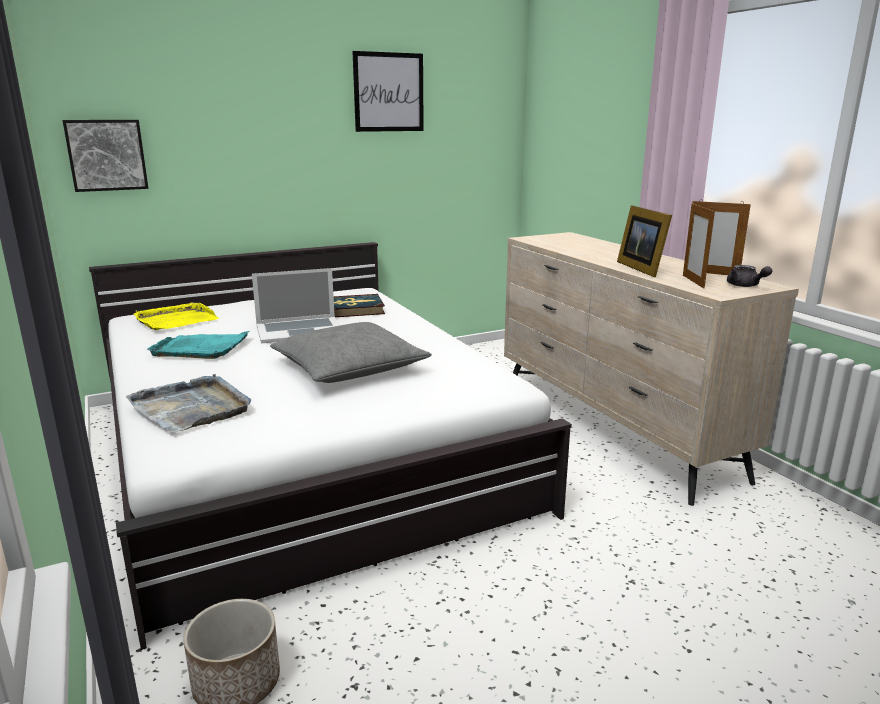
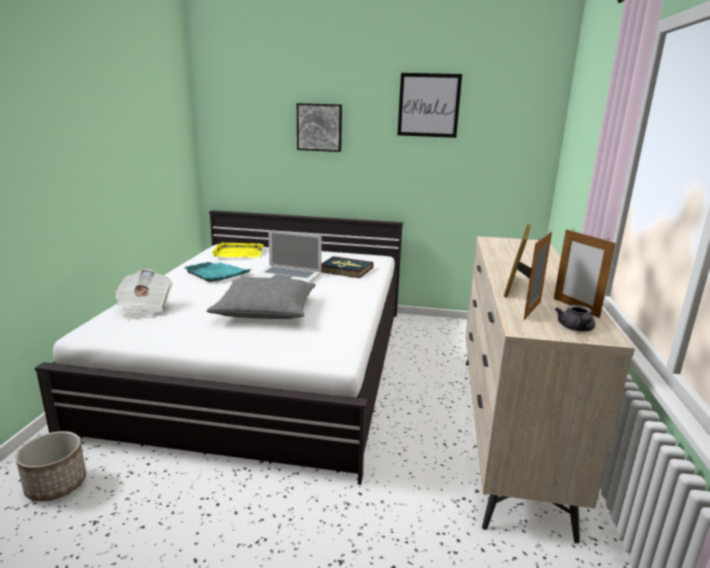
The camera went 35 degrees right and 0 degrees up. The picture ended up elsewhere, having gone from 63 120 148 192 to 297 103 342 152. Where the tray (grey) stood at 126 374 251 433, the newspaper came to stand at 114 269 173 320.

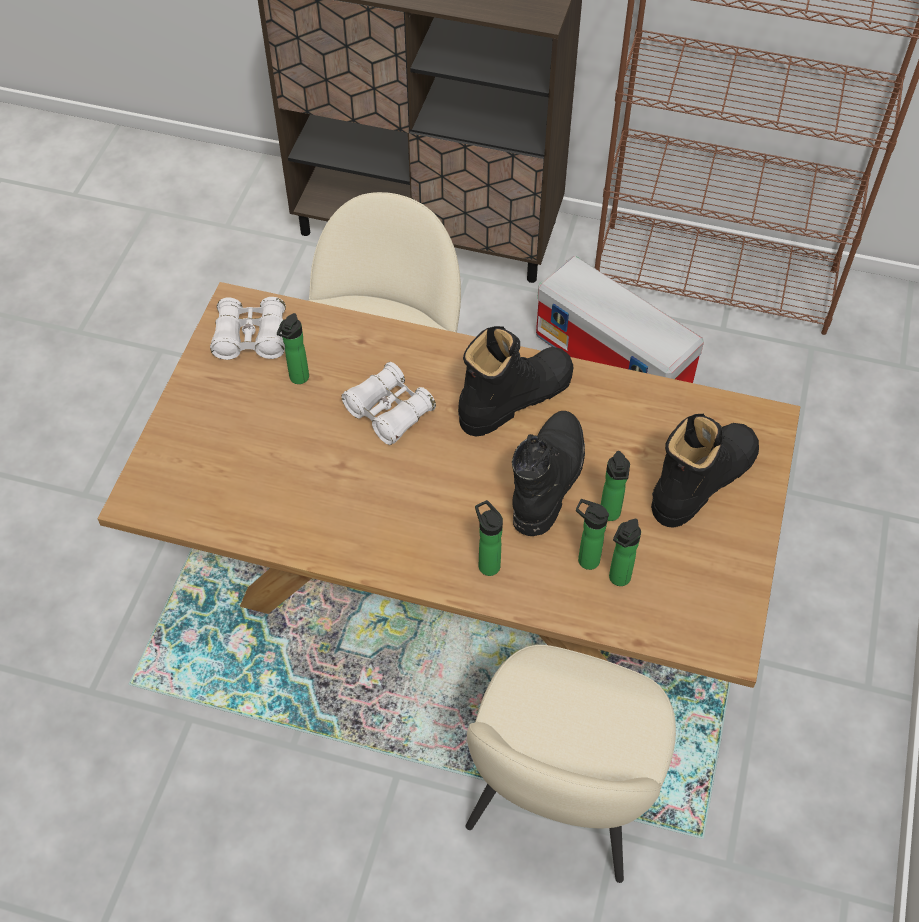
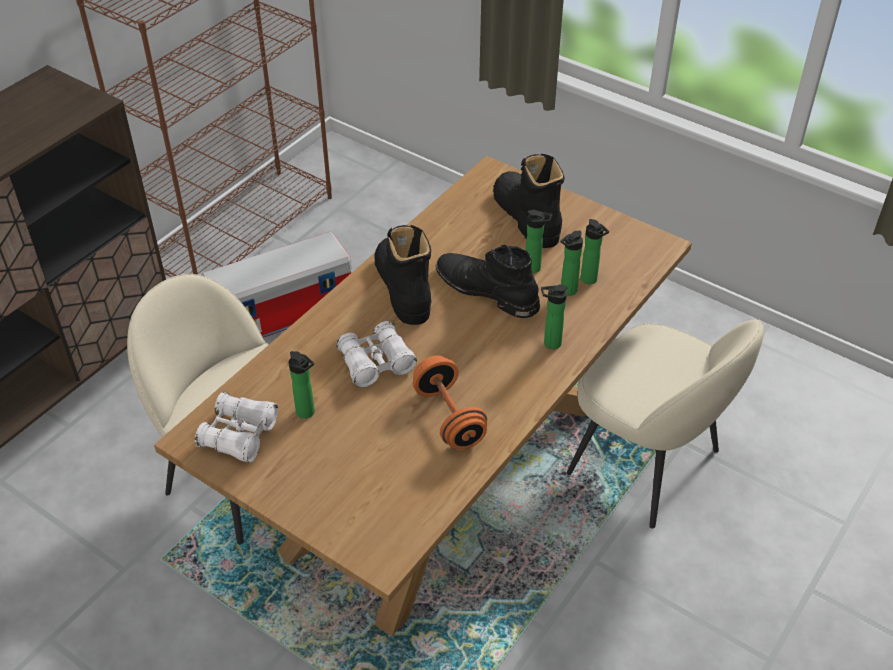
The camera went 70 degrees left and 10 degrees down. The second view gained the dumbbell (orange) at 413 355 487 449.

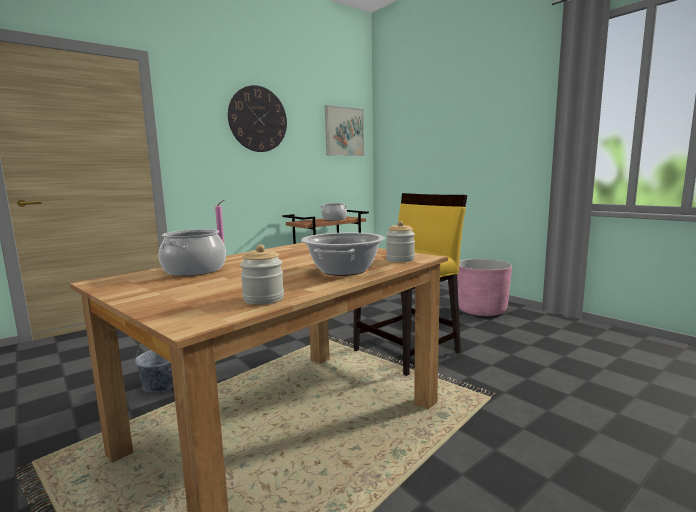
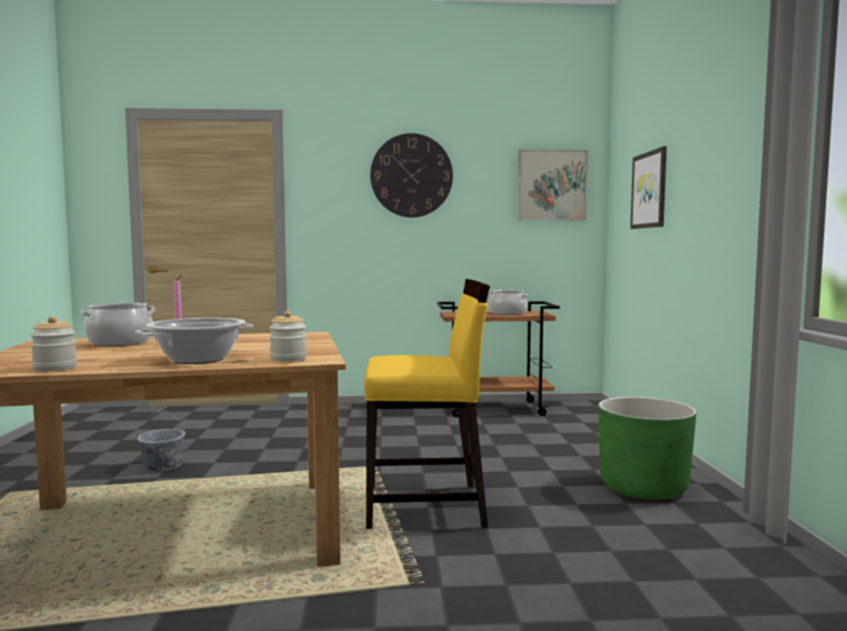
The camera went 35 degrees right and 5 degrees down. What was the planter (pink) at 457 259 512 316 turned into the planter (green) at 599 397 697 500. The second view gained the picture at 630 146 667 229.

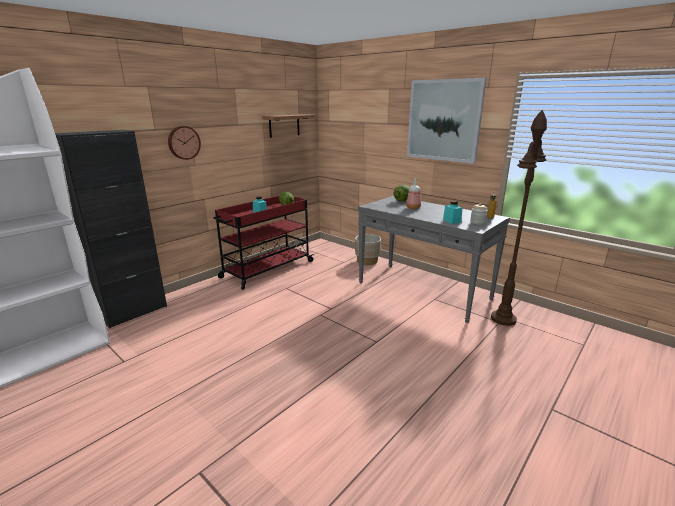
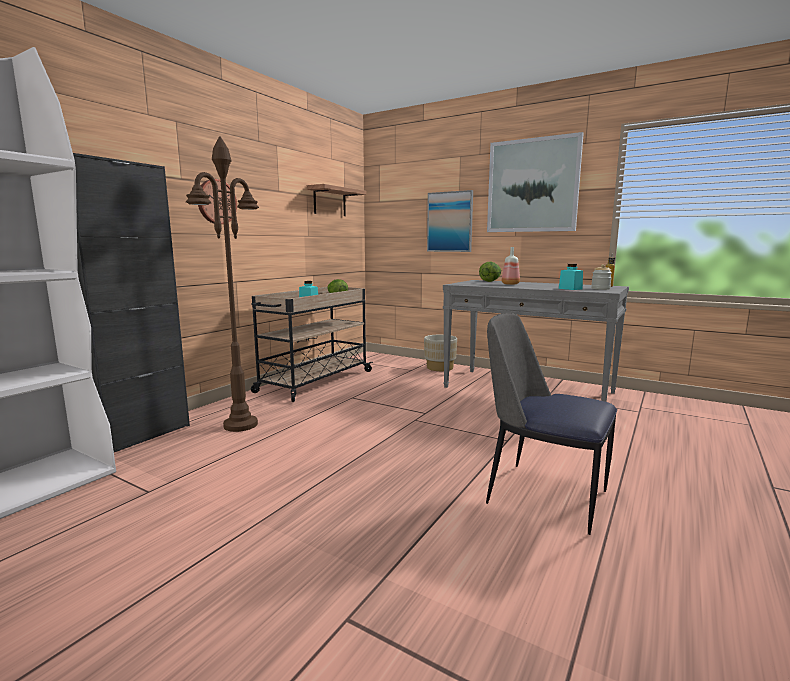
The camera went 10 degrees left and 10 degrees down. The floor lamp (brown) ended up elsewhere, having gone from 491 110 547 326 to 186 136 259 432. What was the cart (red) at 213 195 314 290 turned into the cart (beige) at 251 287 373 402. The second view gained the picture at 427 190 473 252. The second view gained the chair at 486 313 617 535.

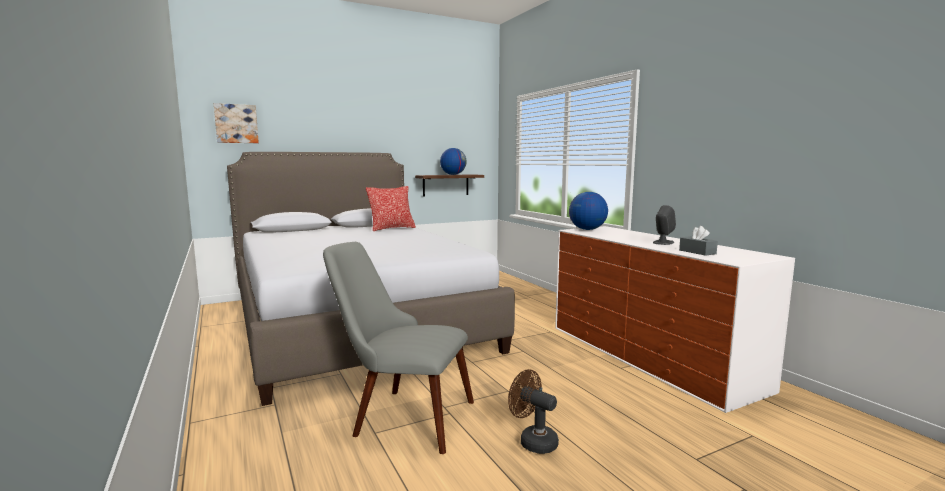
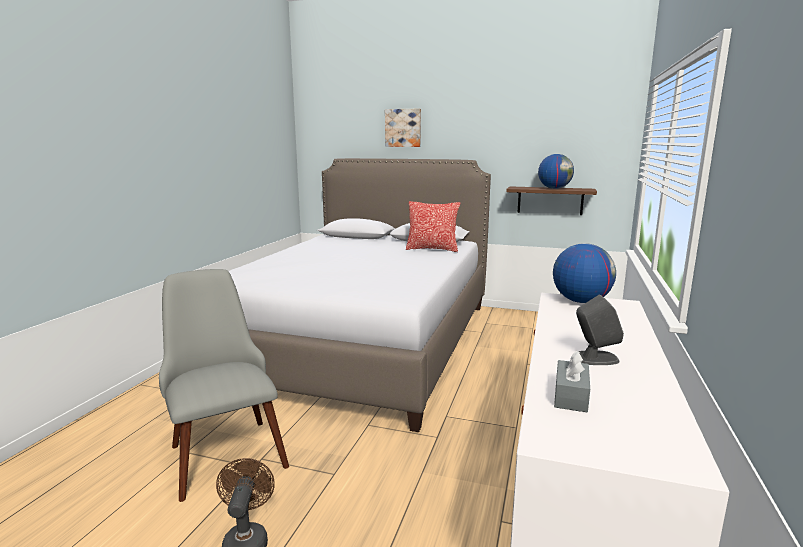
The camera went 45 degrees right and 5 degrees up. The picture ended up elsewhere, having gone from 214 103 259 143 to 385 109 421 147.

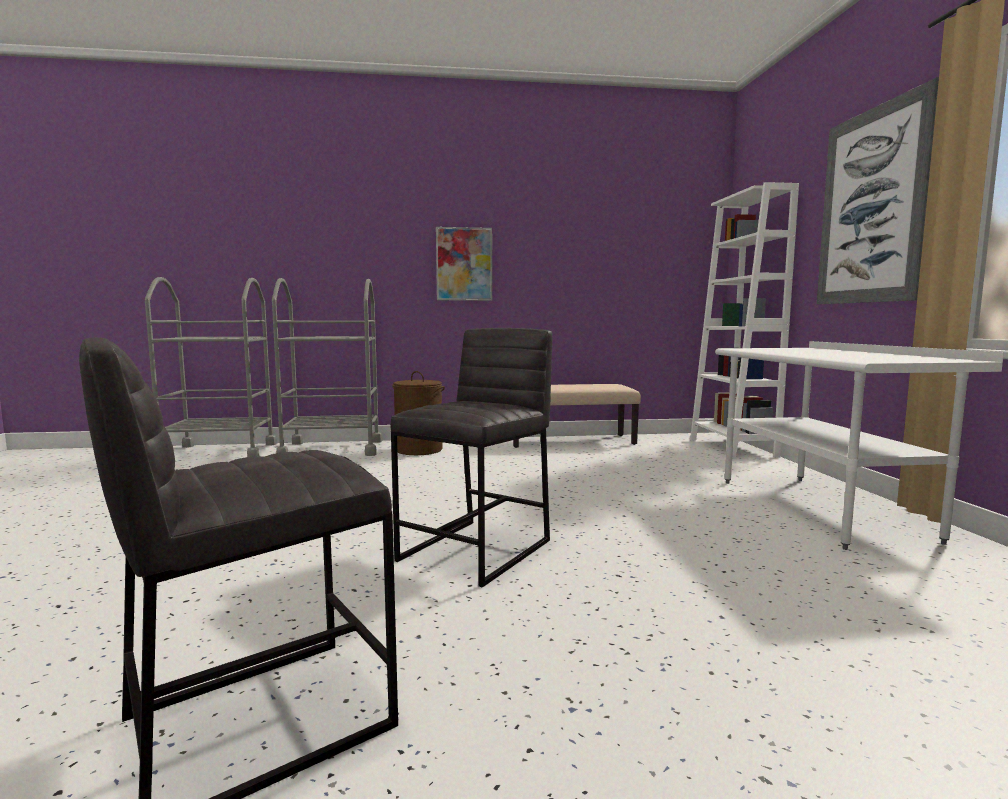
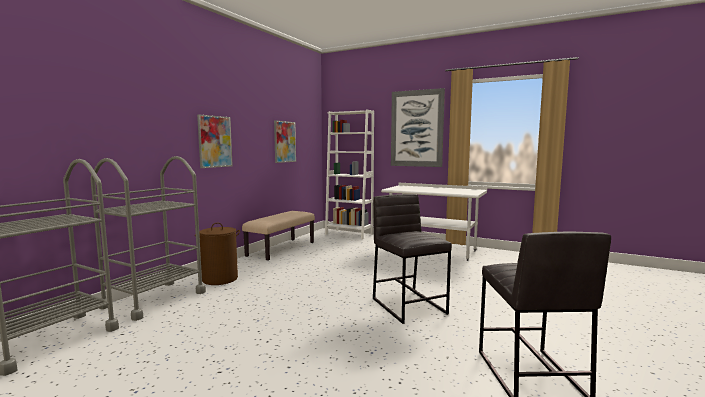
The camera went 55 degrees left and 0 degrees up. The second view gained the picture at 274 120 296 163.

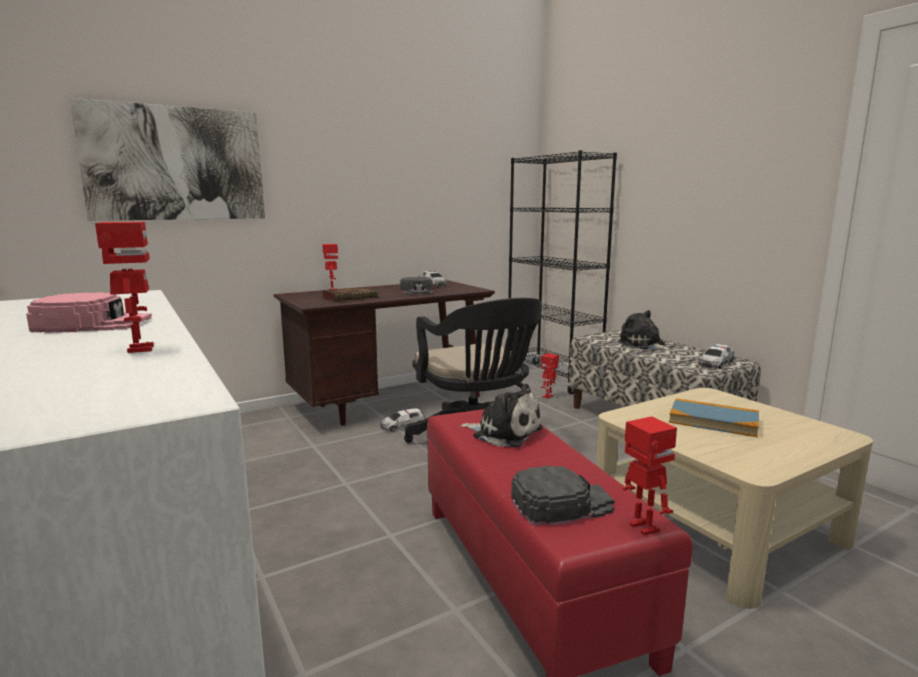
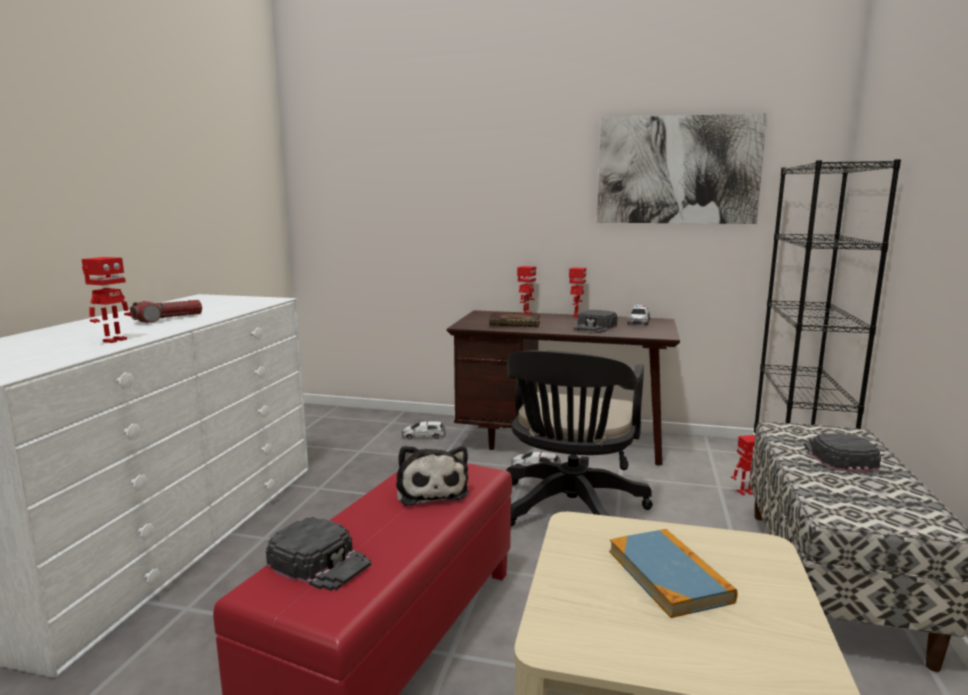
The camera went 45 degrees right and 0 degrees up. The picture ended up elsewhere, having gone from 70 98 265 221 to 597 113 767 224. Where the cap (pink) stood at 26 292 152 333, the flashlight came to stand at 130 300 202 323. Where the plush toy stood at 618 310 673 350, the cap (black) came to stand at 804 433 881 472. The toy car ended up elsewhere, having gone from 698 344 734 369 to 402 421 446 439. The toy robot ended up elsewhere, having gone from 623 416 677 535 to 569 267 586 317.

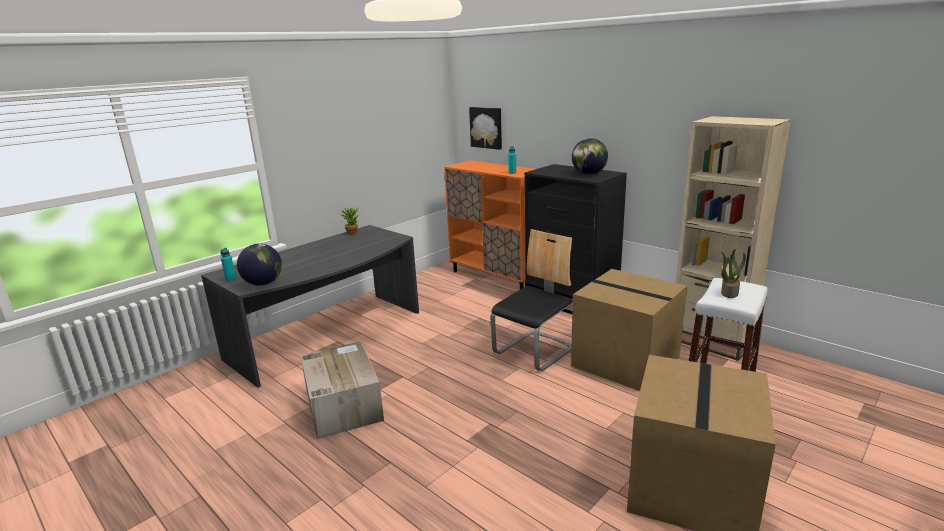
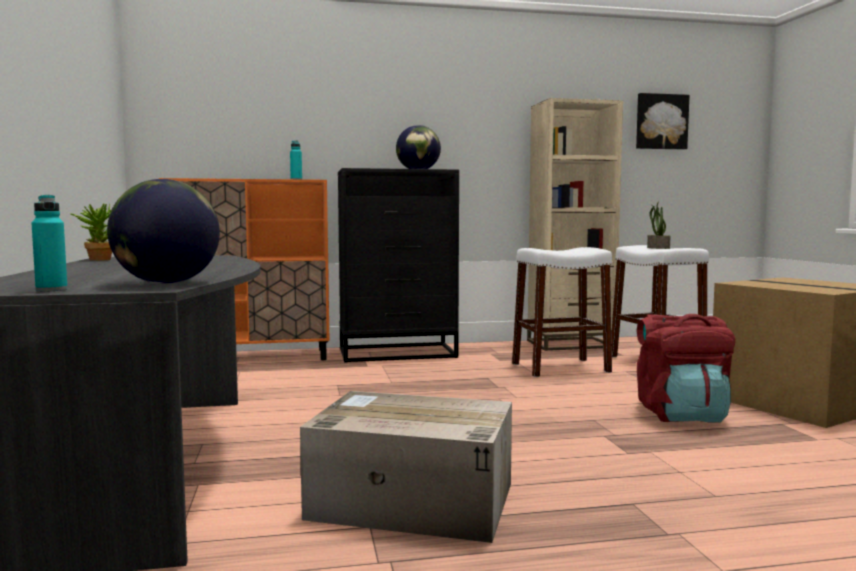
The camera went 55 degrees left and 15 degrees down. The picture ended up elsewhere, having gone from 469 107 502 150 to 636 93 690 150. The second view lost the chair at 491 229 573 371. Where the cardboard box stood at 571 269 687 391, the stool (white) came to stand at 512 247 612 377. The second view gained the backpack (red) at 637 314 735 423.

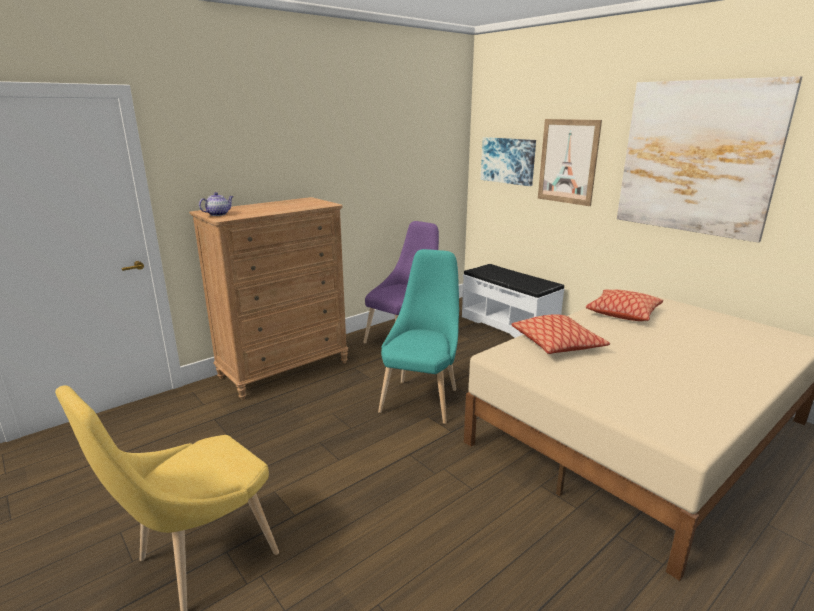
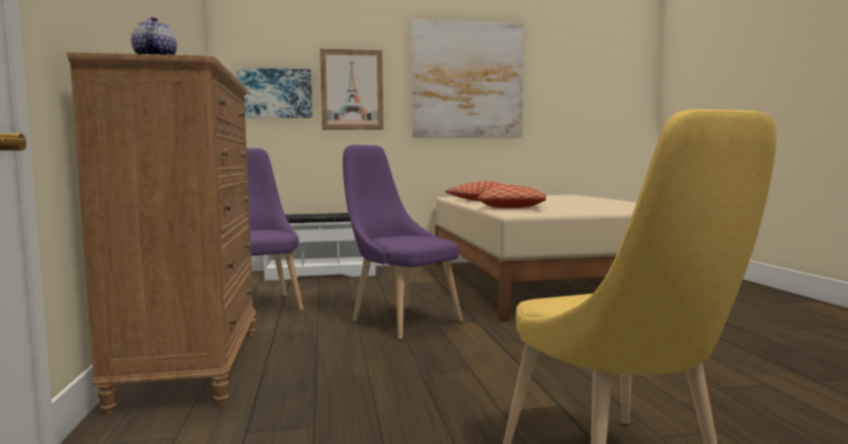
The camera went 60 degrees left and 15 degrees down. What was the chair (turquoise) at 378 249 459 424 turned into the chair (purple) at 343 145 463 339.

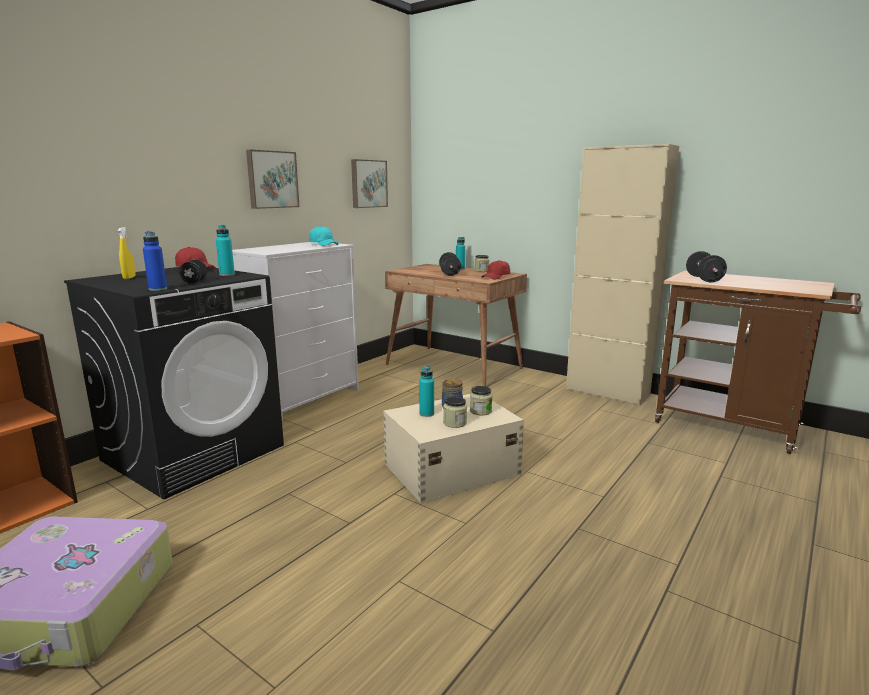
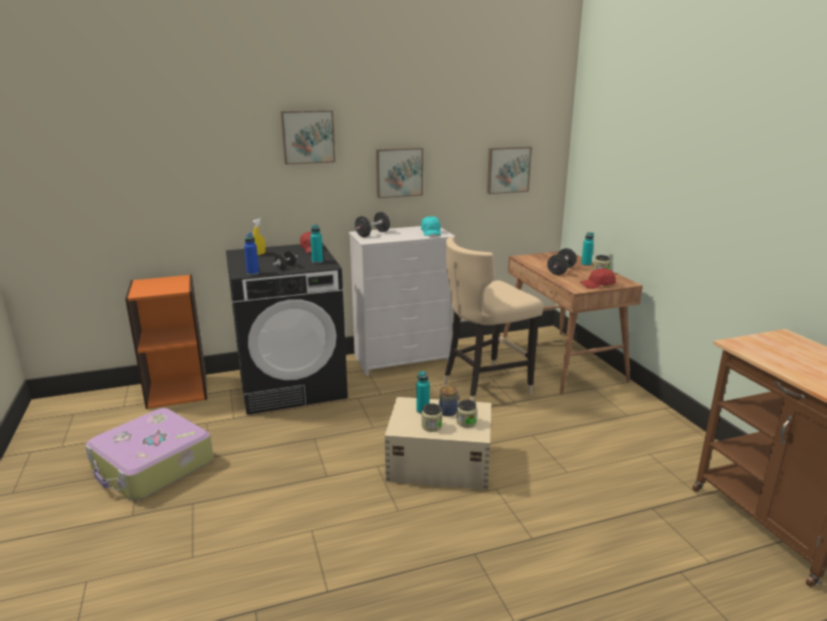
The camera went 35 degrees right and 5 degrees up. The second view lost the cabinet (beige) at 566 144 679 406. The dumbbell (black) ended up elsewhere, having gone from 686 251 727 283 to 355 212 390 237. The second view gained the picture at 281 110 335 164. The second view gained the stool (beige) at 443 237 543 402.

